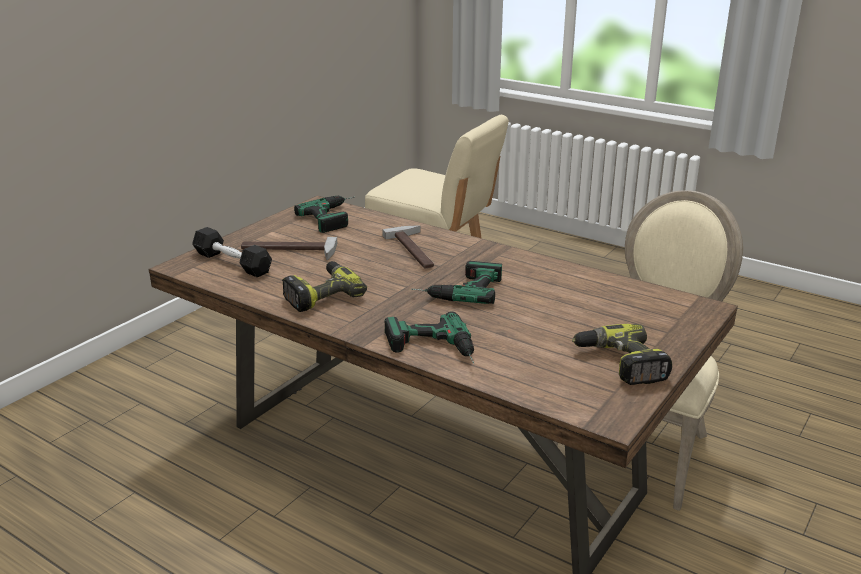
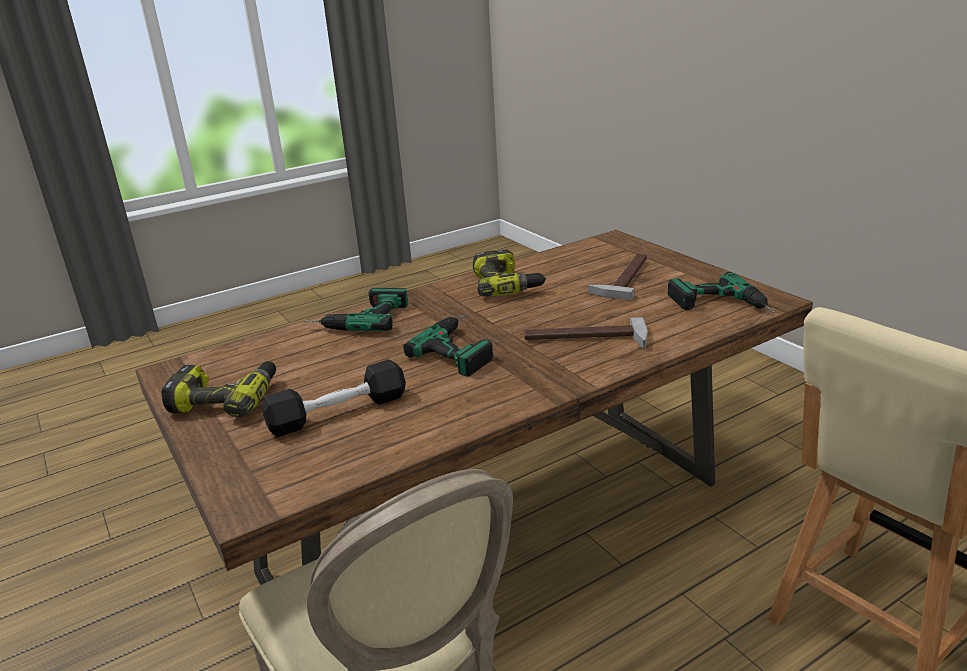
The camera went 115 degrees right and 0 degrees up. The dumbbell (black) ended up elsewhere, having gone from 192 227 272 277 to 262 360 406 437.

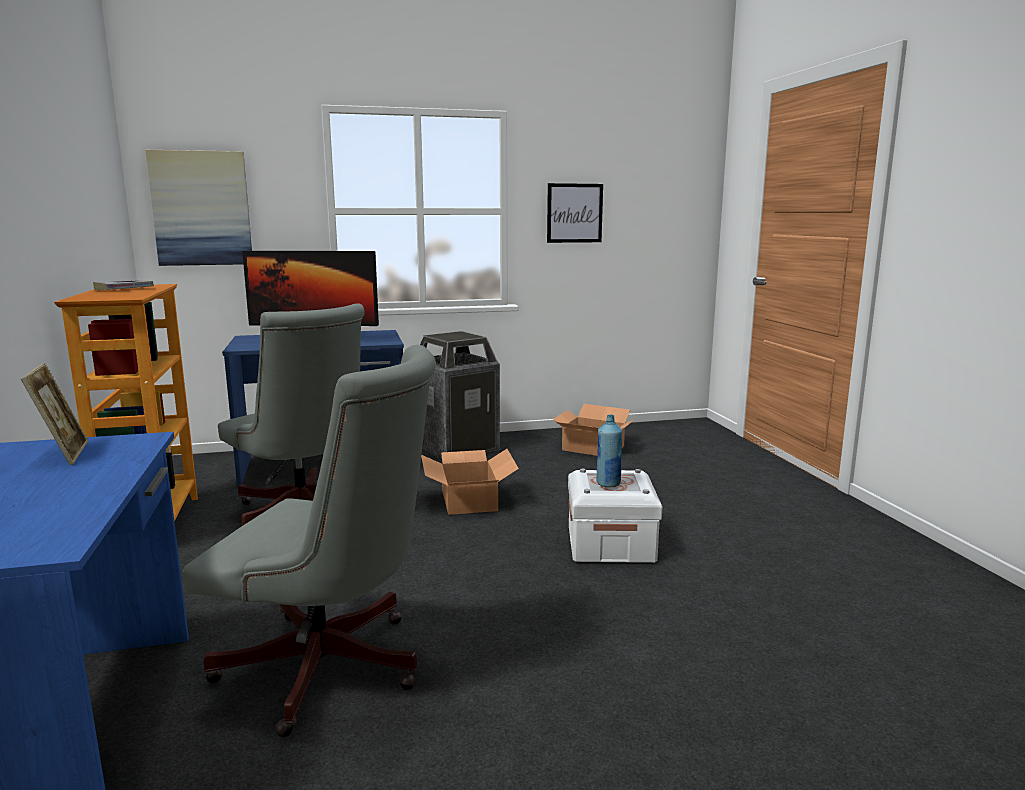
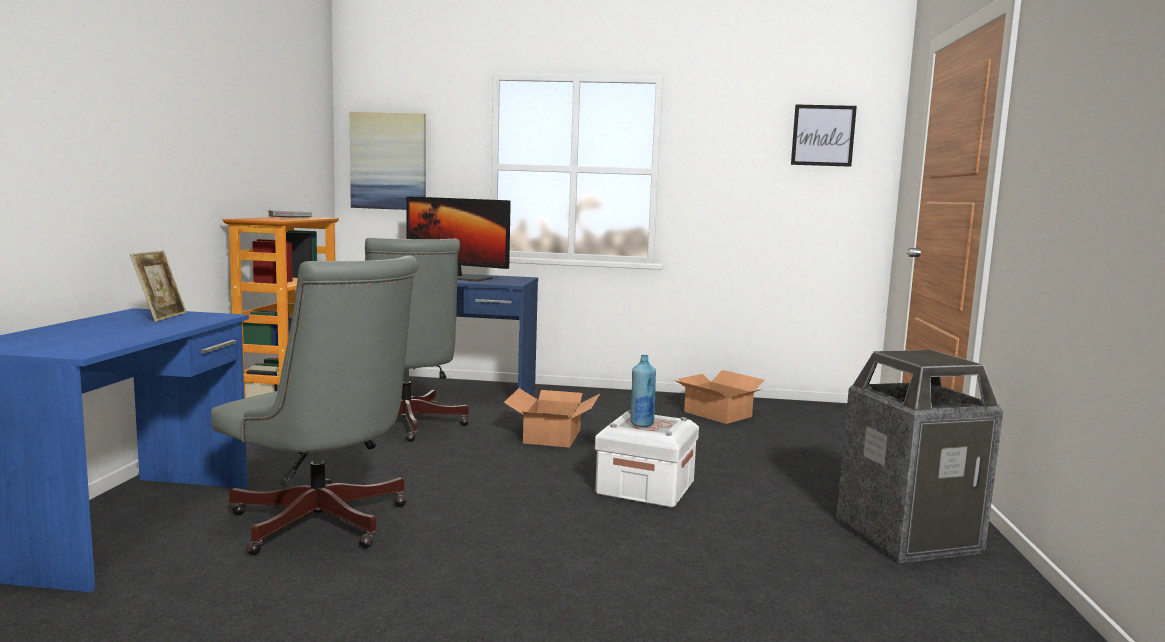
The camera went 20 degrees right and 5 degrees down. The picture ended up elsewhere, having gone from 547 183 603 243 to 791 104 857 167. The trash can ended up elsewhere, having gone from 420 331 500 462 to 836 350 1003 563.

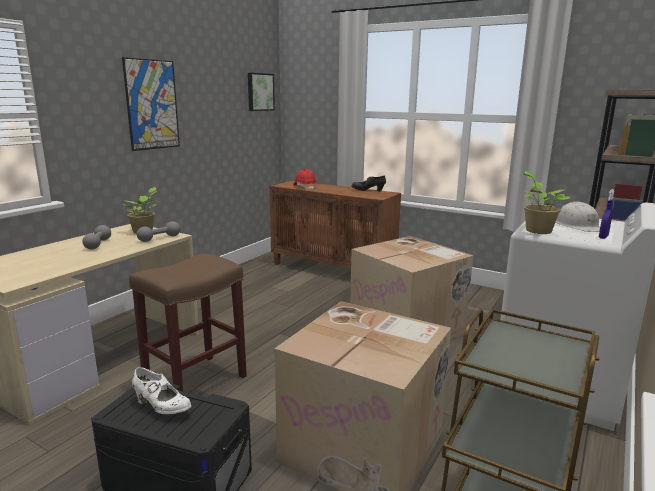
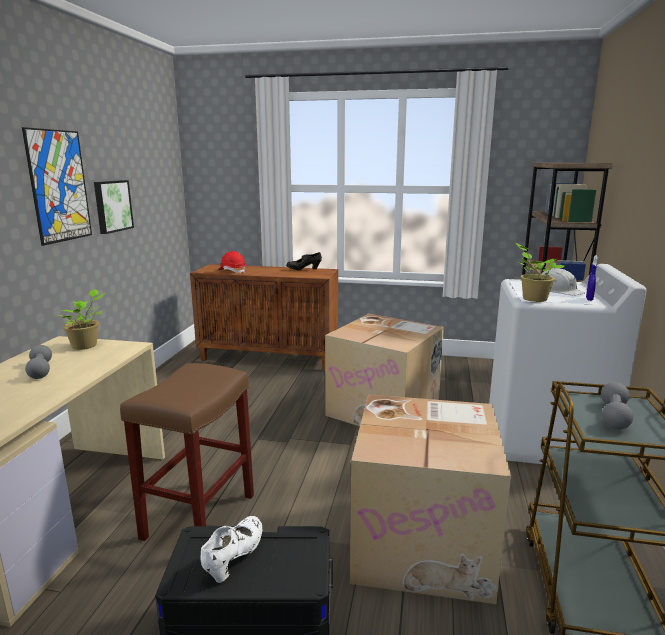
The camera went 20 degrees left and 0 degrees up. The picture ended up elsewhere, having gone from 248 73 275 111 to 94 180 134 234. The dumbbell (grey) ended up elsewhere, having gone from 137 221 181 242 to 601 382 633 429. The shoe (white) at 132 367 191 414 ended up facing another way, 75 degrees counterclockwise from before.

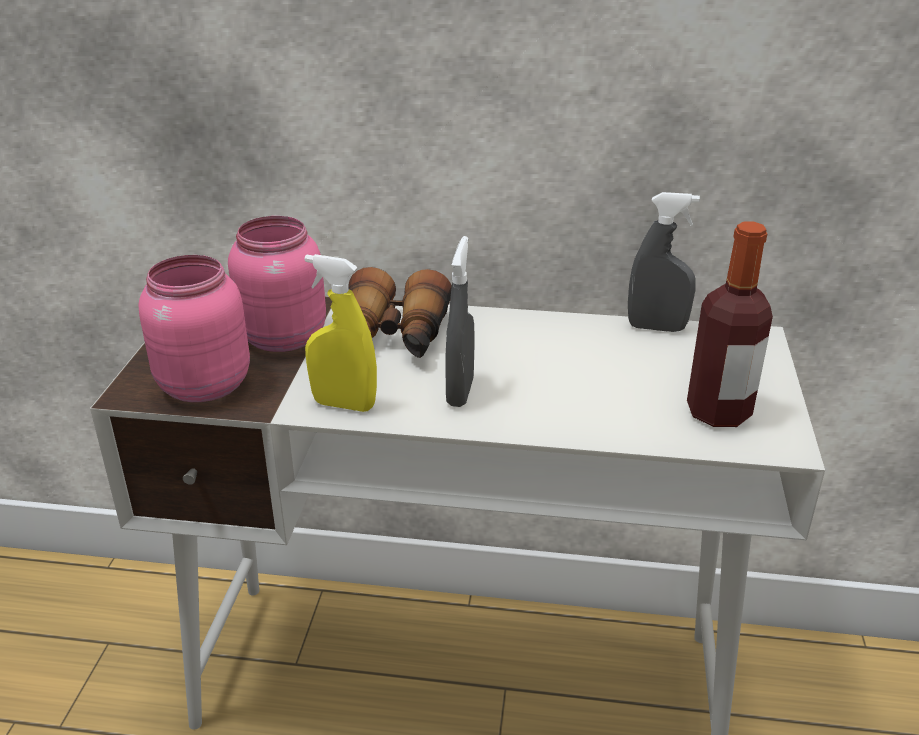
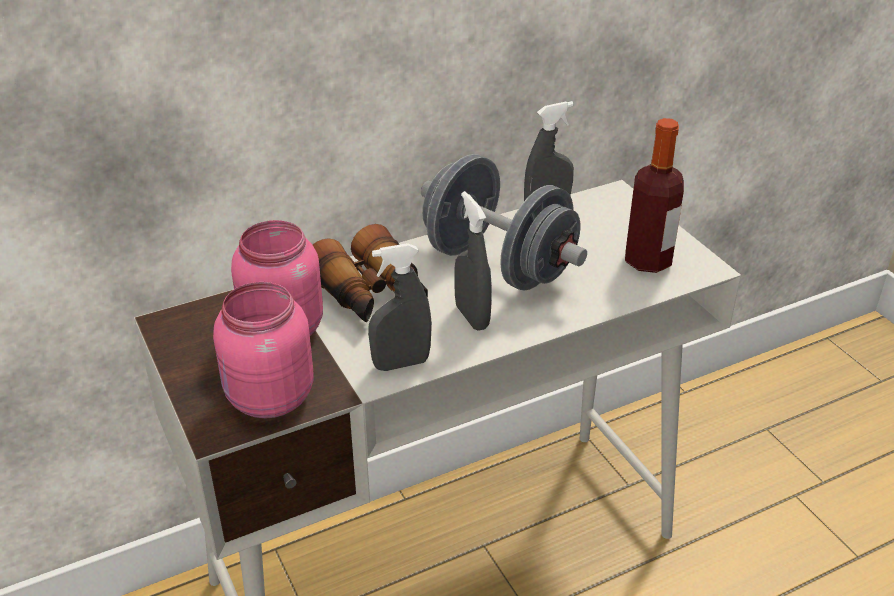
The camera went 35 degrees left and 5 degrees up. What was the spray bottle (yellow) at 305 254 377 412 turned into the spray bottle (grey) at 368 243 432 371. The second view gained the dumbbell (grey) at 421 154 587 291.

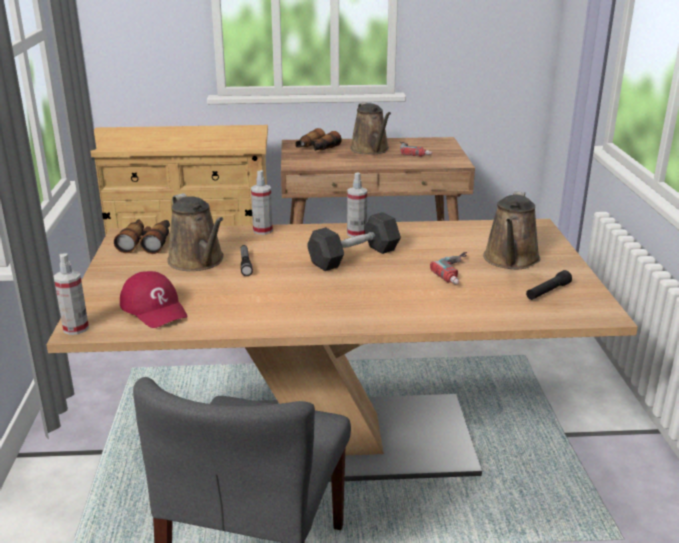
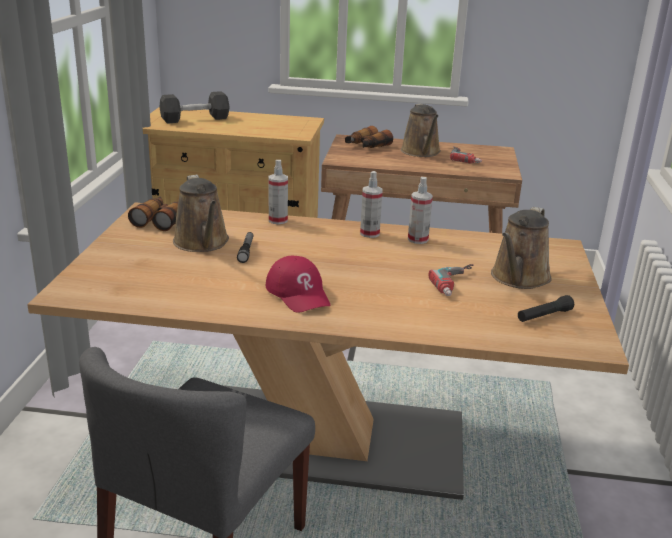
The camera went 10 degrees right and 0 degrees up. The dumbbell (grey) ended up elsewhere, having gone from 307 212 401 271 to 160 91 230 124. The spray bottle ended up elsewhere, having gone from 54 254 89 335 to 408 177 433 244. The cap (red) ended up elsewhere, having gone from 120 271 188 328 to 266 256 330 313.

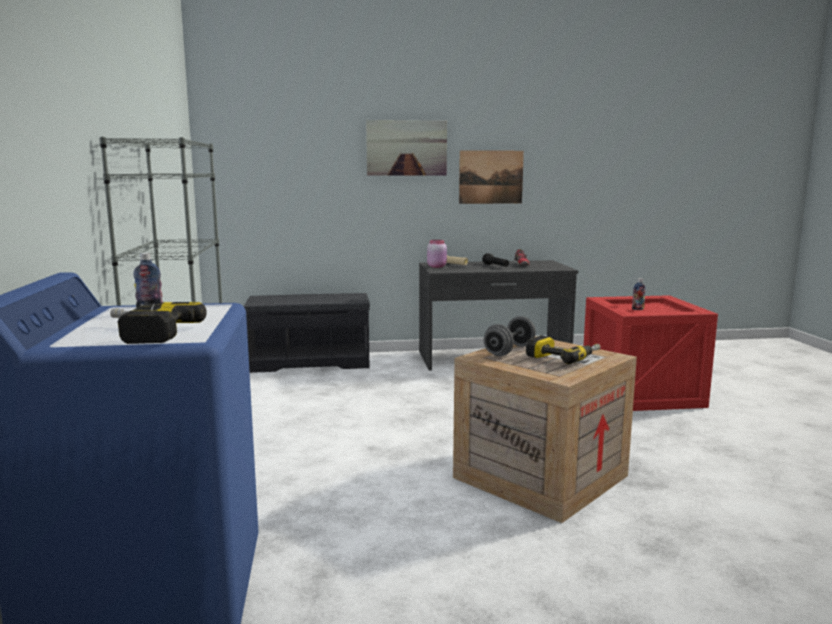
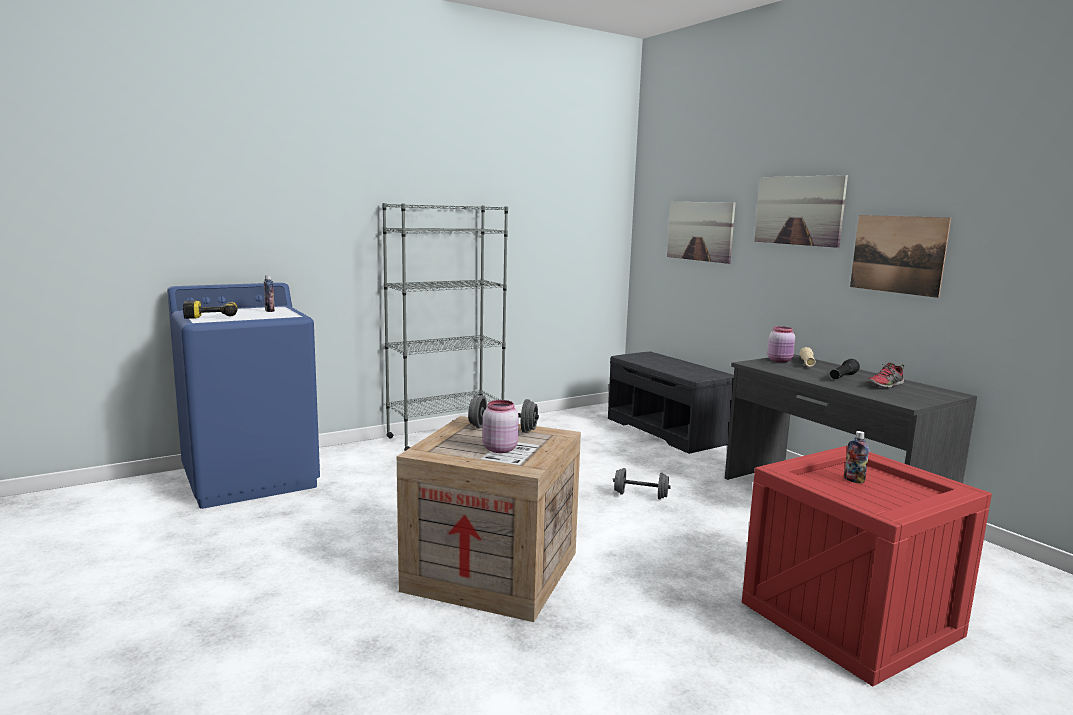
The camera went 65 degrees right and 0 degrees up. Where the power drill stood at 526 335 600 364, the jar (pink) came to stand at 482 400 519 453. The second view gained the picture at 667 202 736 264. The second view gained the dumbbell (grey) at 613 468 671 500.

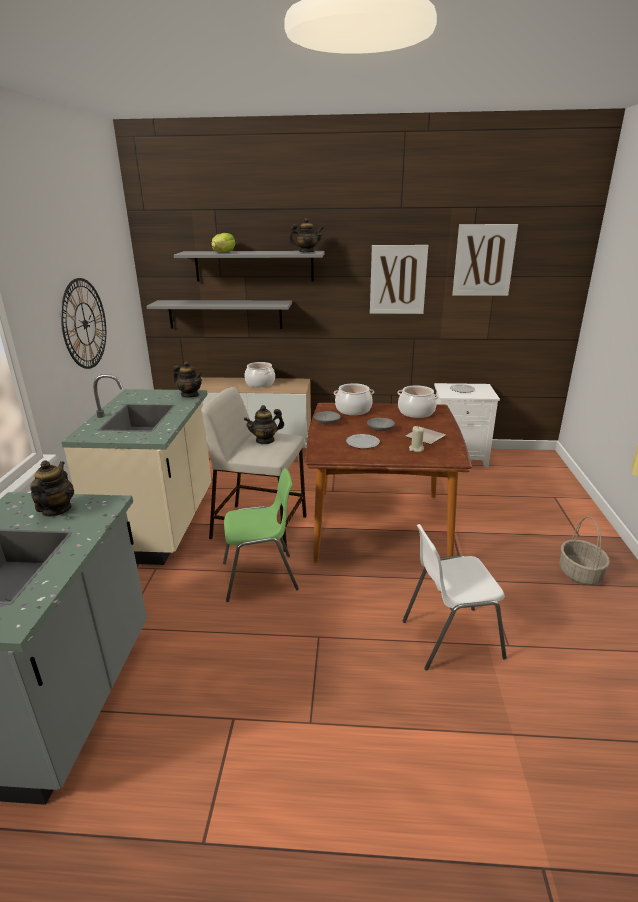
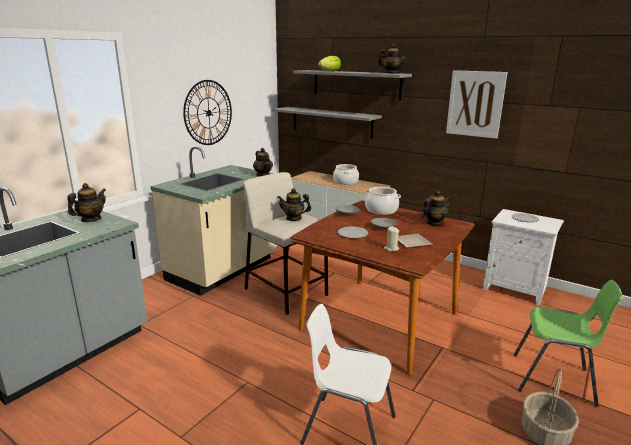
The camera went 30 degrees right and 5 degrees down. The second view lost the picture at 452 224 518 296. Where the cooking pot stood at 398 385 438 418, the teapot came to stand at 422 190 450 225. The chair (green) ended up elsewhere, having gone from 223 468 299 602 to 514 280 623 407.

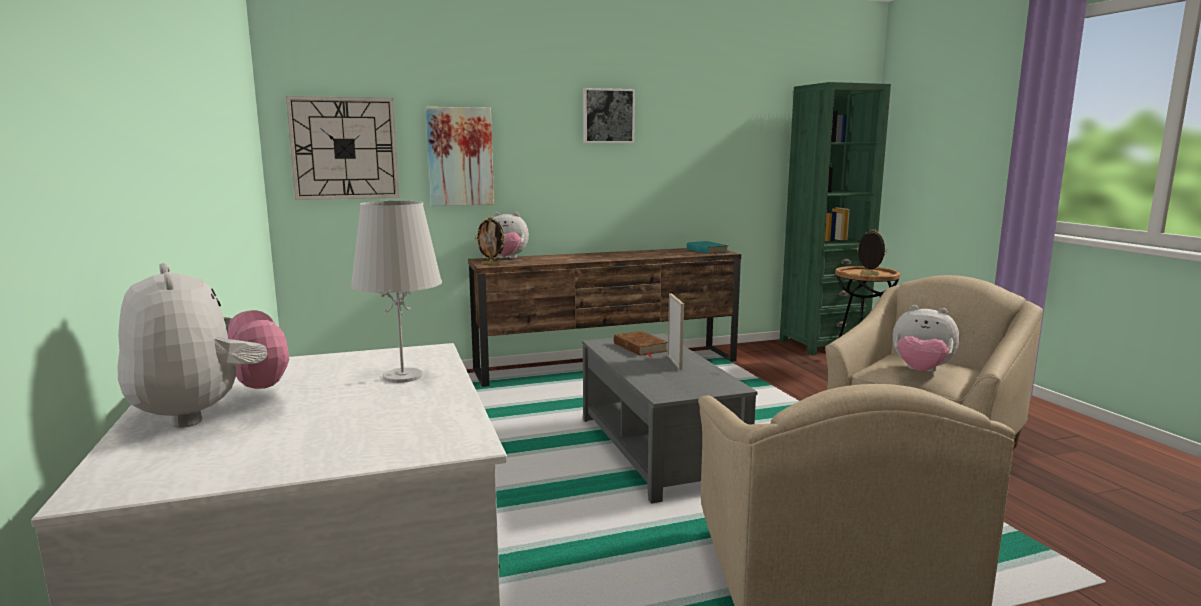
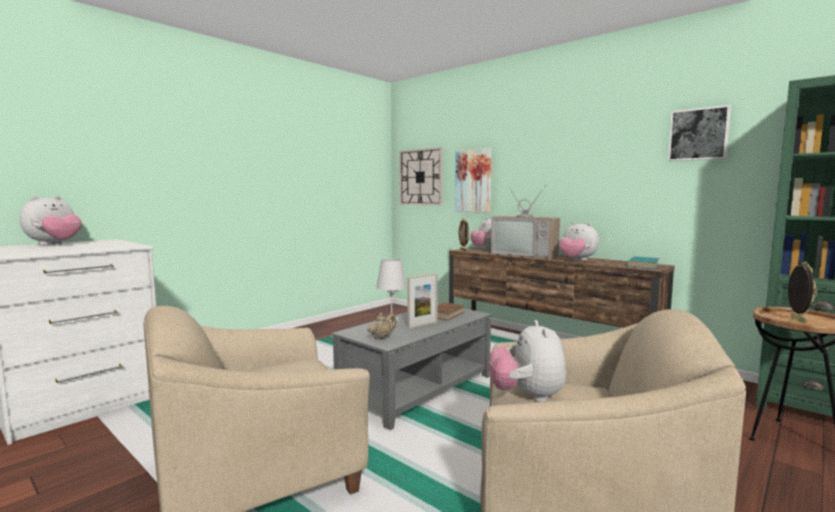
The camera went 60 degrees right and 5 degrees down. The picture ended up elsewhere, having gone from 583 88 635 143 to 668 105 731 161. The table lamp (white) ended up elsewhere, having gone from 350 201 442 383 to 376 258 407 322. The second view gained the television at 491 184 560 259. The second view gained the plush toy at 559 222 599 261. The second view gained the teapot (beige) at 367 313 397 340.

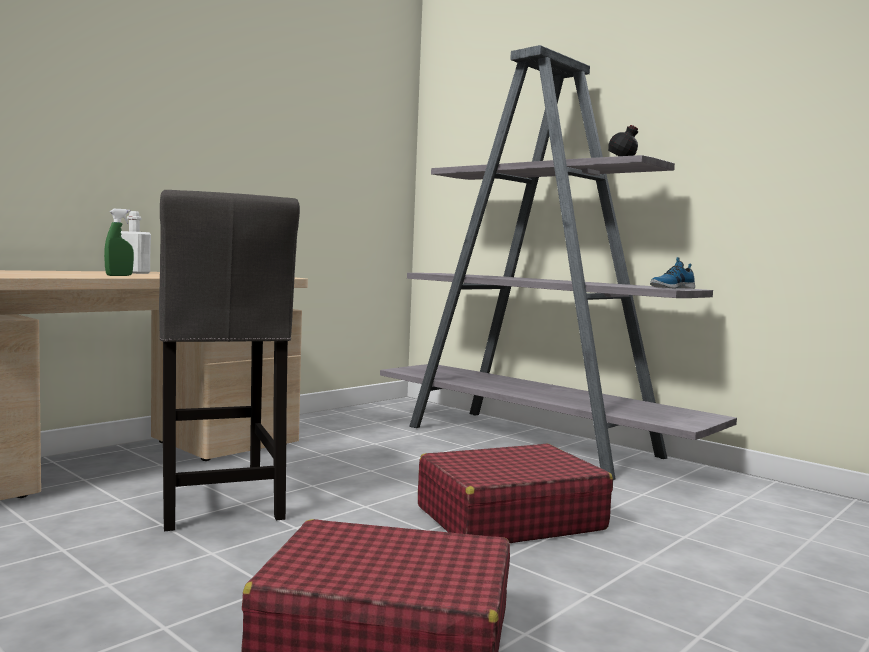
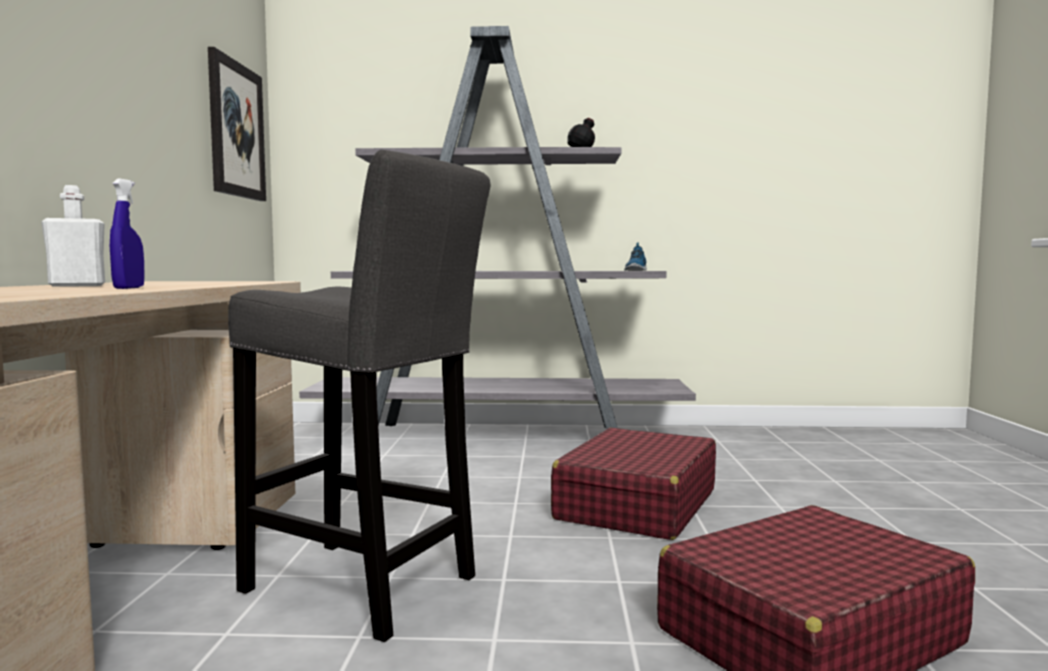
The camera went 40 degrees left and 0 degrees up. What was the spray bottle (green) at 104 209 134 276 turned into the spray bottle (blue) at 110 179 145 289. The second view gained the picture at 208 47 266 201.

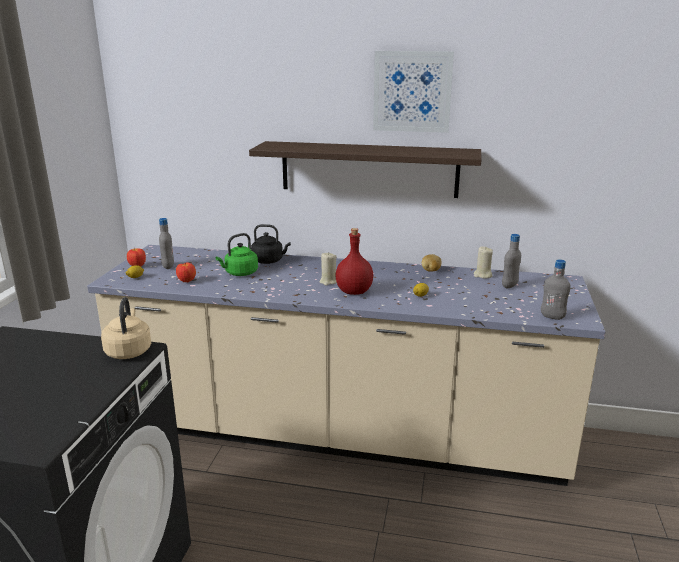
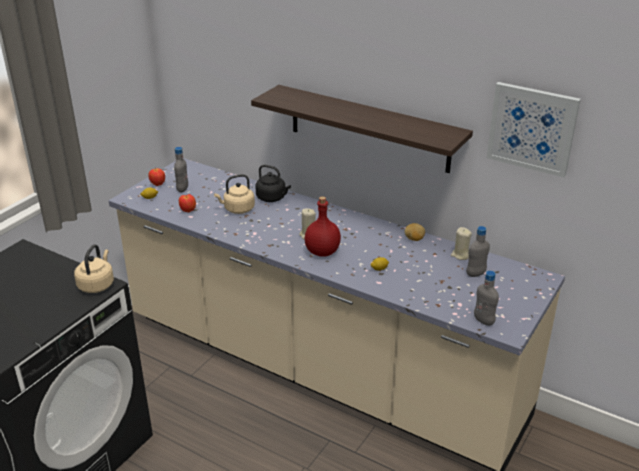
The camera went 20 degrees right and 10 degrees up. The picture ended up elsewhere, having gone from 373 51 454 133 to 487 82 581 178. What was the kettle (green) at 215 233 258 276 turned into the kettle (beige) at 214 174 255 214.

